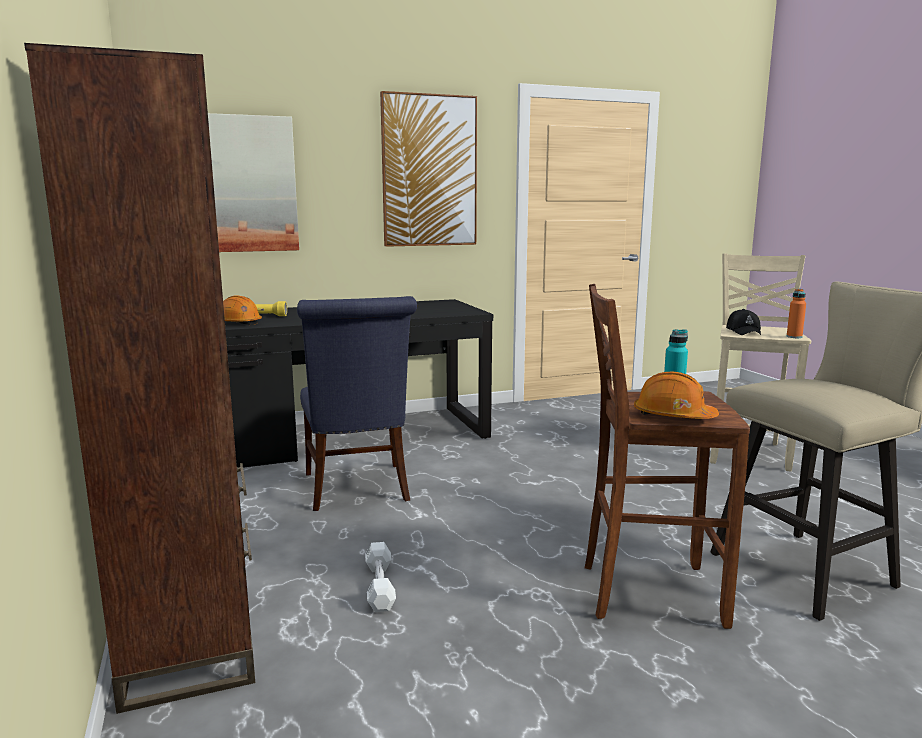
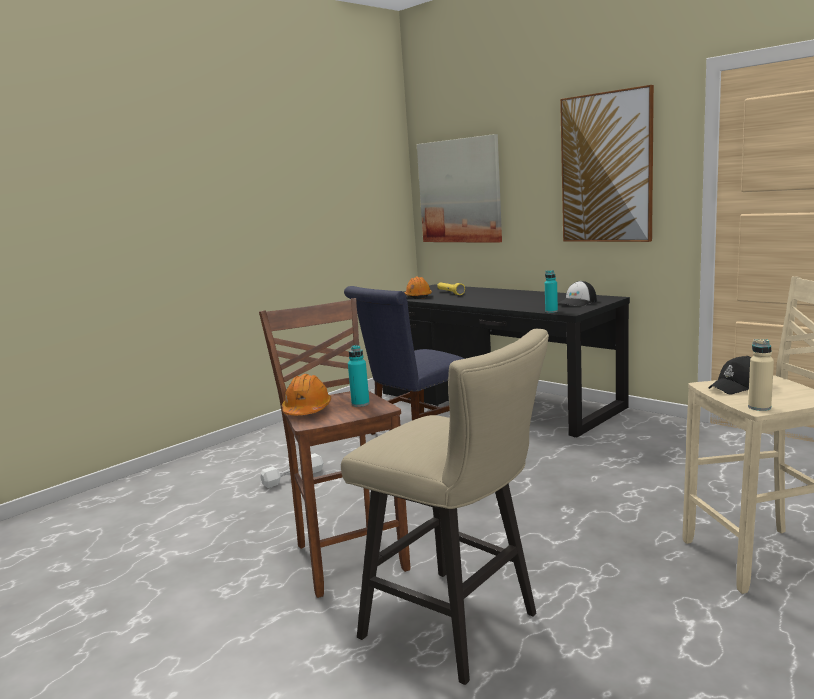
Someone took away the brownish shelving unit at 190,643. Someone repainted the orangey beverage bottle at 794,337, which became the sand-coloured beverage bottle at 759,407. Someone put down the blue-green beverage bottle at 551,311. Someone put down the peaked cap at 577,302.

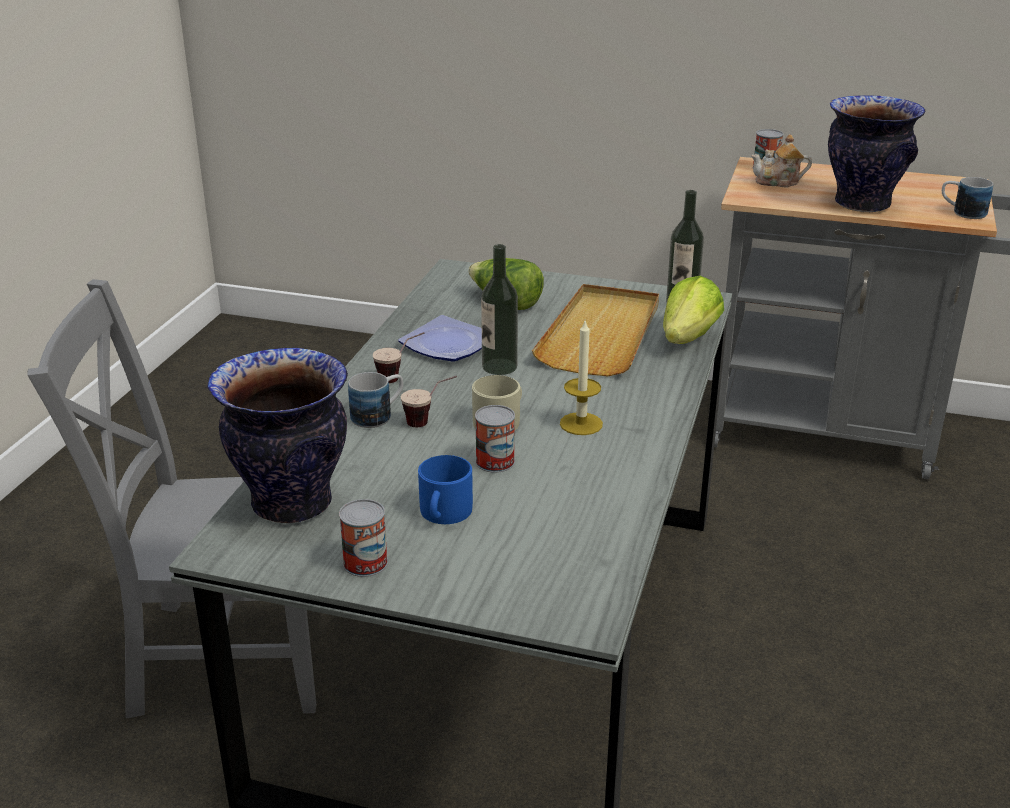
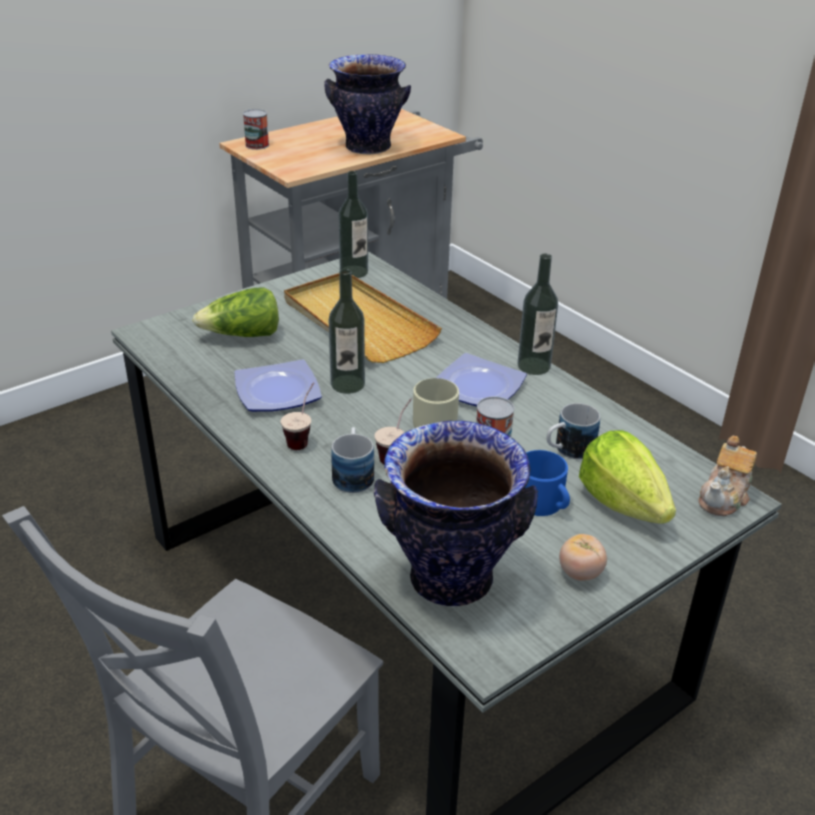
Someone carried the tea pot from 778,182 to 724,497. Someone carried the tea mug from 962,212 to 567,450. Someone carried the lettuce head from 688,338 to 622,503. Someone swapped the candle at 581,424 for the plate at 478,388. Someone swapped the metal can at 365,563 for the tomato at 580,573. Someone put down the beverage bottle at 533,366.

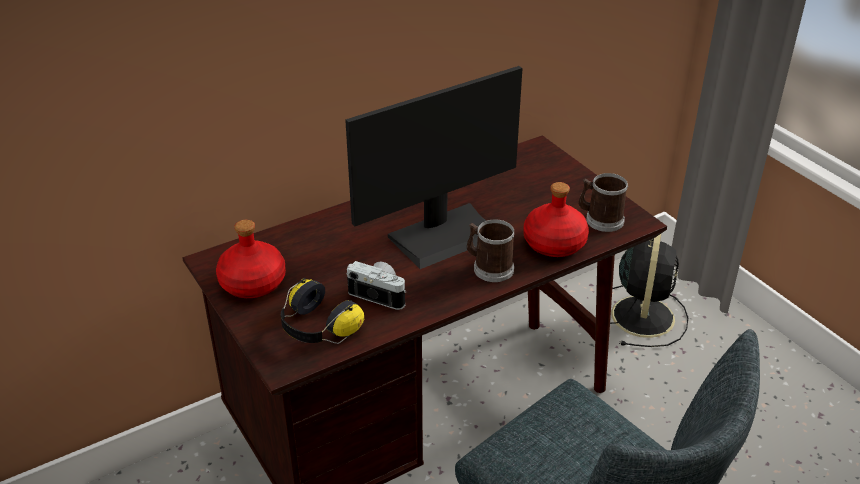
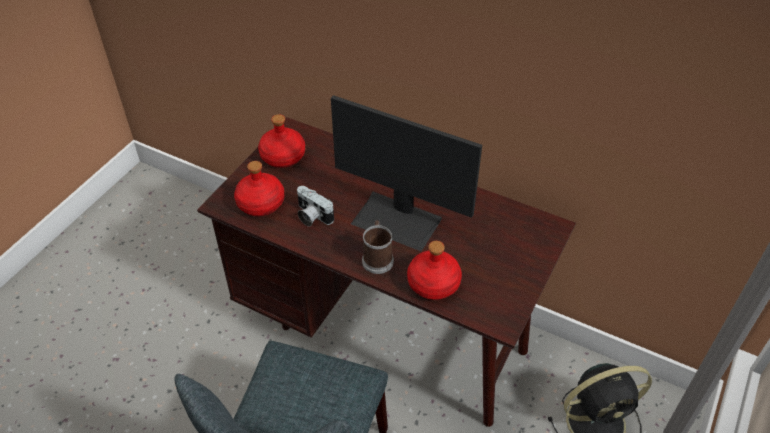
Someone took away the tea mug at 600,219. Someone rotated the photo camera at 380,294 by 135 degrees clockwise. Someone swapped the pair of headphones at 317,328 for the red beverage bottle at 260,203.

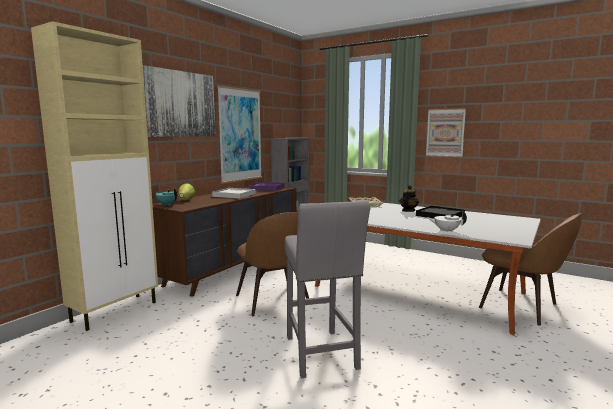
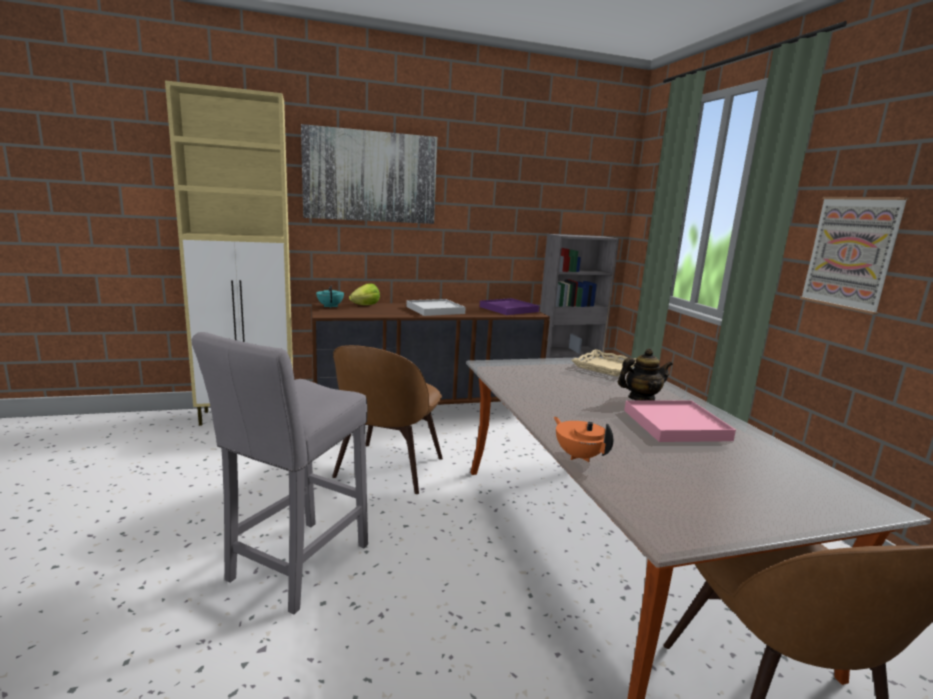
Someone took away the wall art at 240,135. Someone repainted the black-coloured tray at 440,215, which became the pinkish tray at 676,425. Someone repainted the white tea pot at 446,231, which became the orangey tea pot at 579,456.

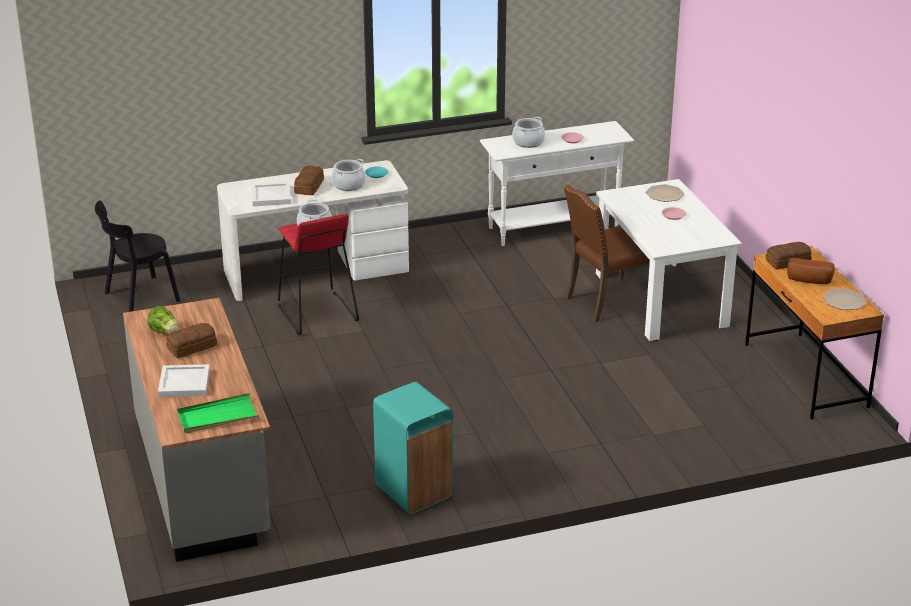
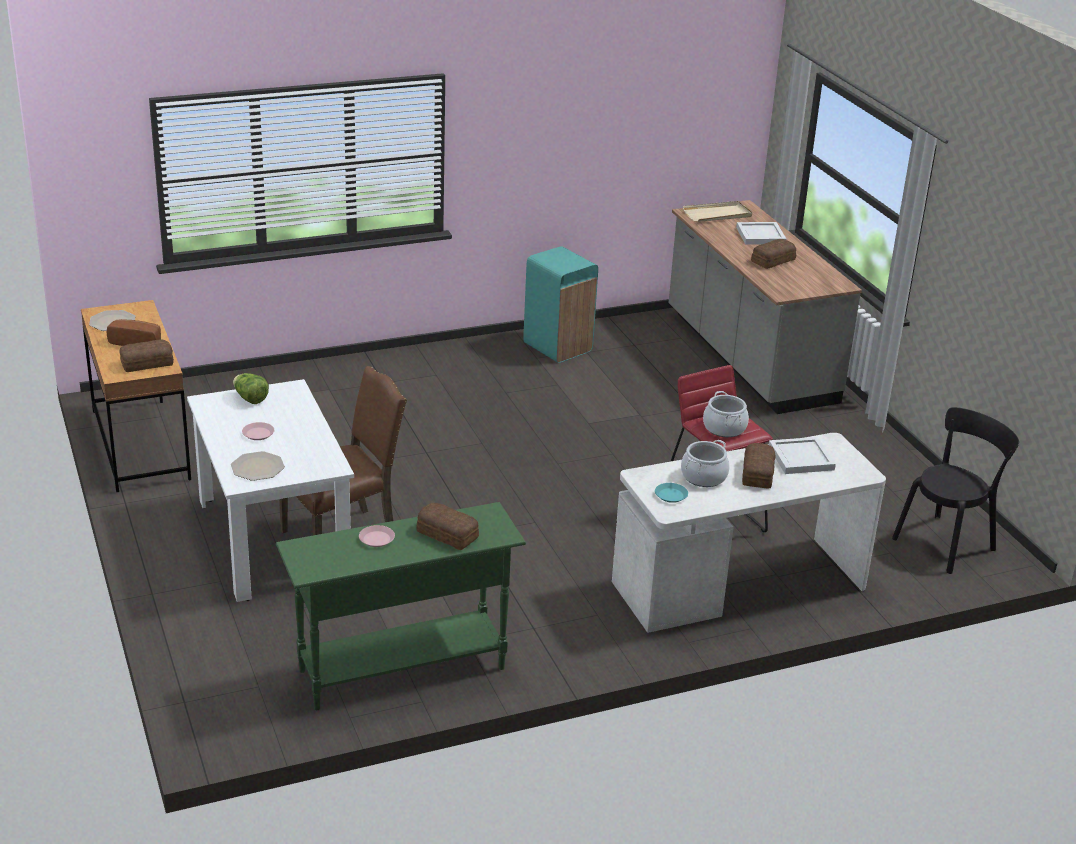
Someone swapped the stockpot at 528,142 for the baked bread at 447,533. Someone repainted the white console table at 554,228, which became the greenish console table at 401,669. Someone carried the lettuce head from 165,332 to 250,399. Someone repainted the greenish tray at 217,416, which became the sand-coloured tray at 717,214.

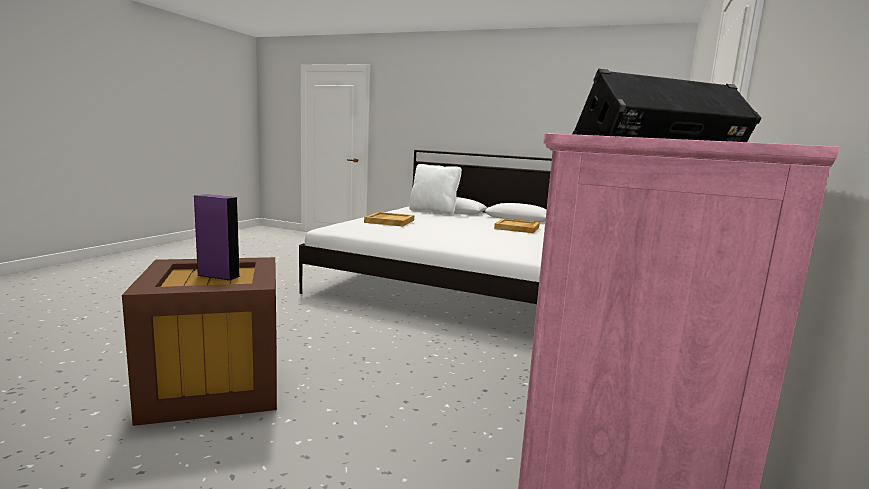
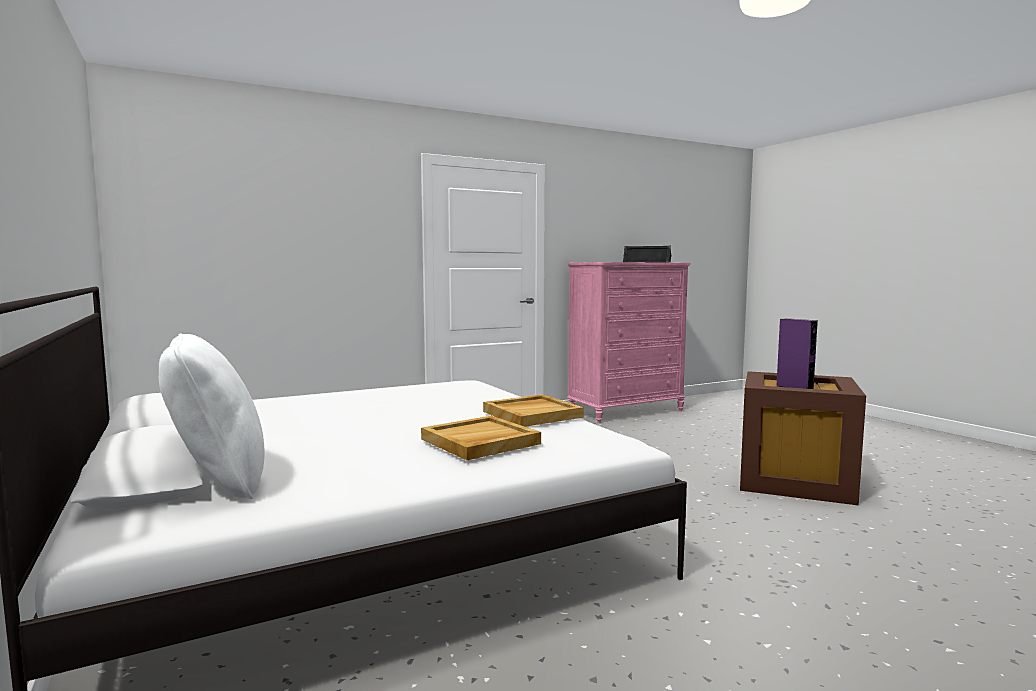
Someone carried the sand-coloured tray from 517,228 to 532,414.

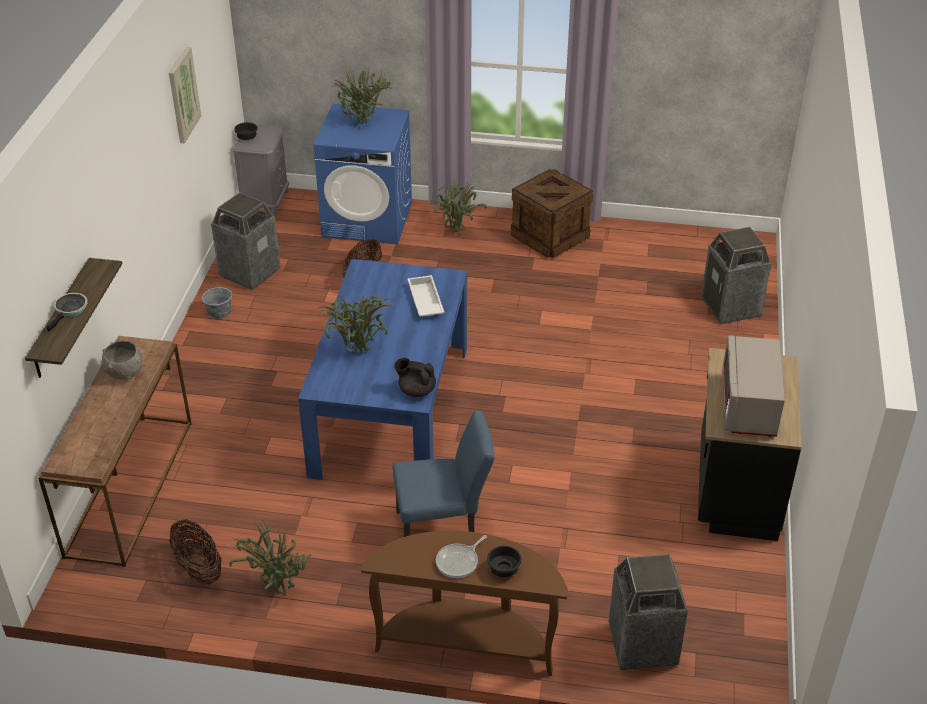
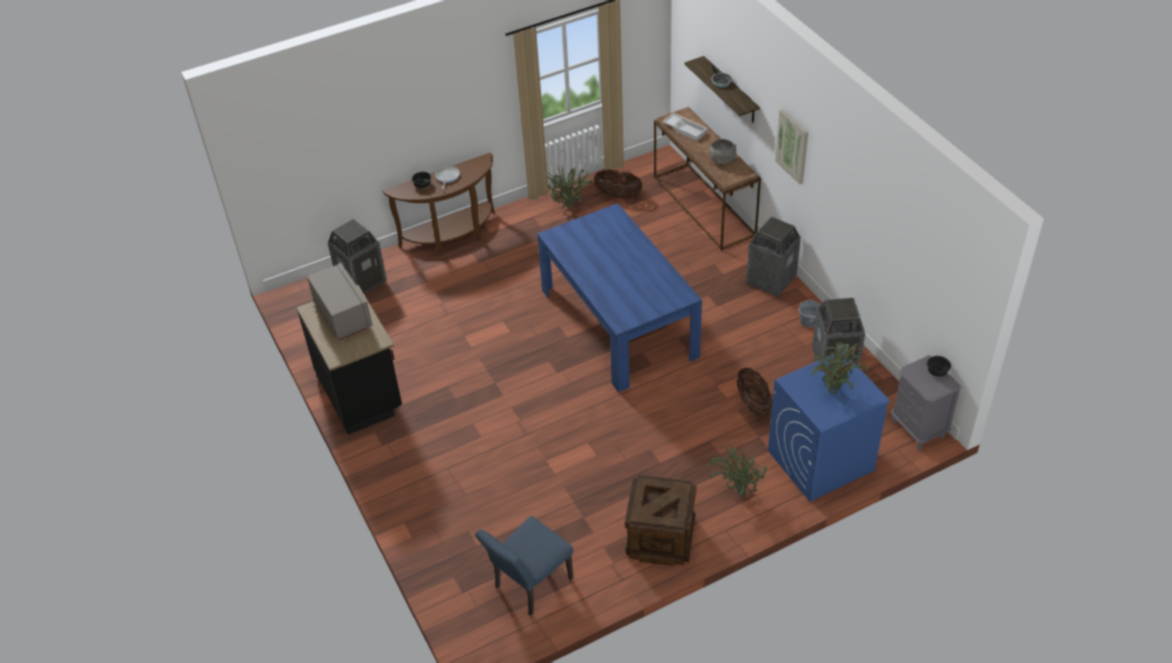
Someone carried the wall art from 183,95 to 792,146. Someone carried the trash can from 731,307 to 770,280. Someone carried the white tray from 424,301 to 685,129. Someone took away the potted plant at 357,352. Someone took away the black-coloured tea pot at 416,390. Someone carried the blue chair from 443,529 to 529,586.

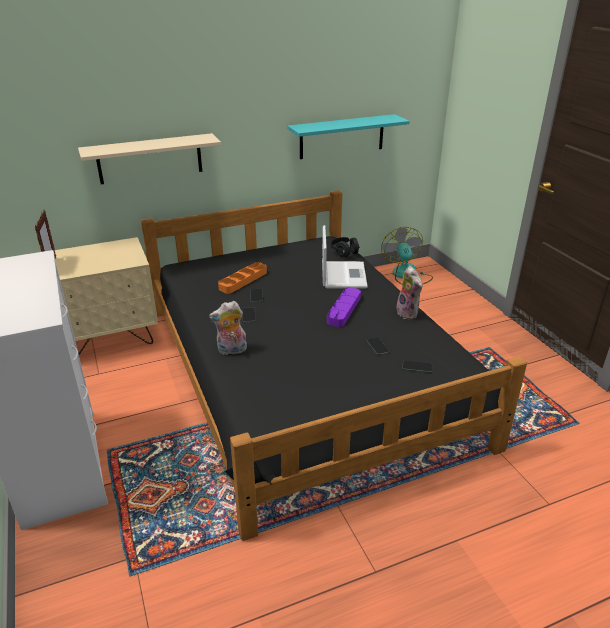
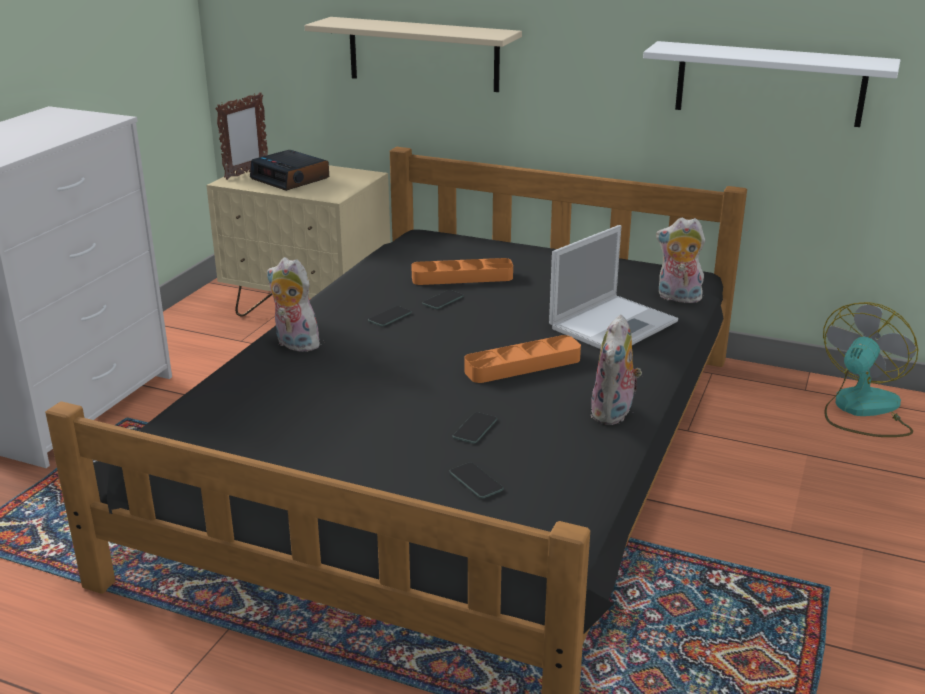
Someone repainted the blue-green wall shelf at 342,136, which became the white wall shelf at 769,84. Someone swapped the black-coloured pair of headphones at 344,252 for the plush toy at 677,298. Someone repainted the purple tray at 344,310, which became the orangey tray at 522,365. Someone put down the alarm clock at 291,178.

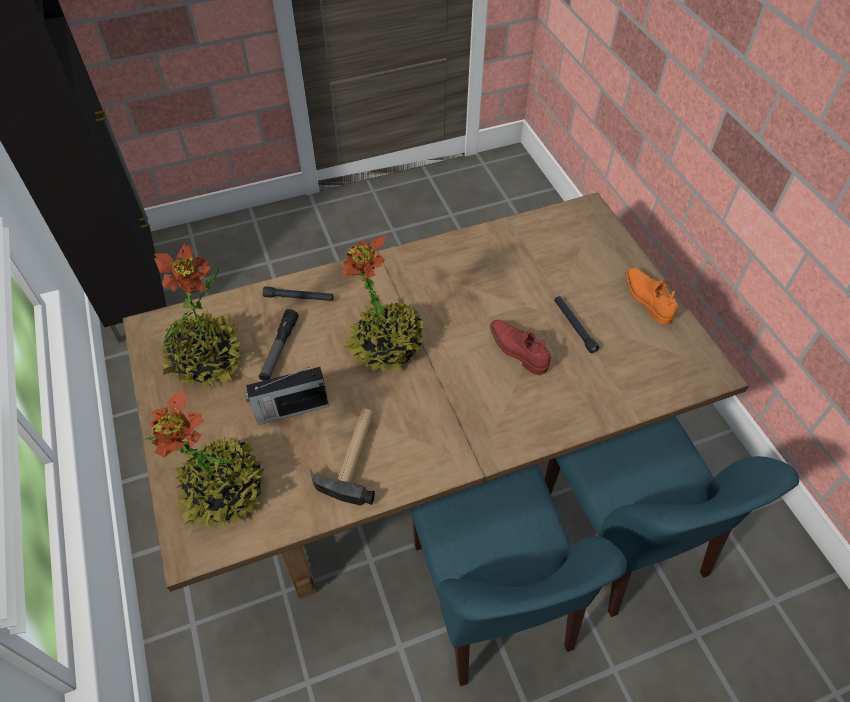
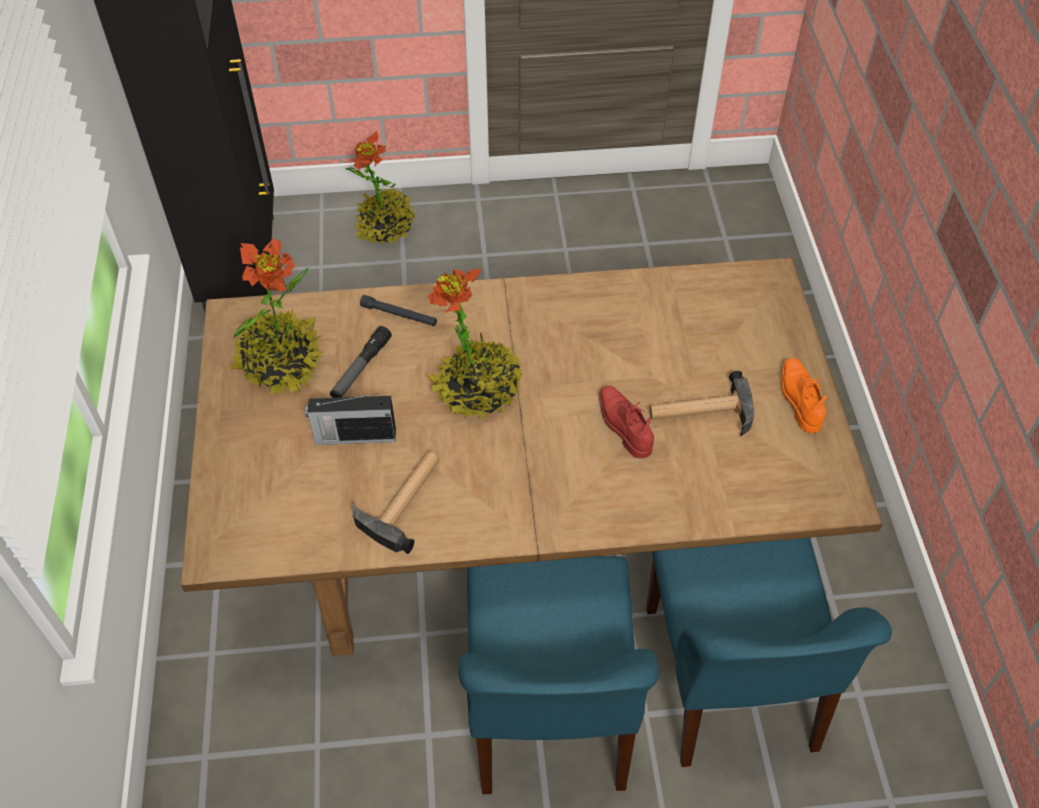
Someone swapped the black-coloured hand torch at 574,326 for the hand hammer at 700,412. Someone carried the potted plant from 224,491 to 385,227.

